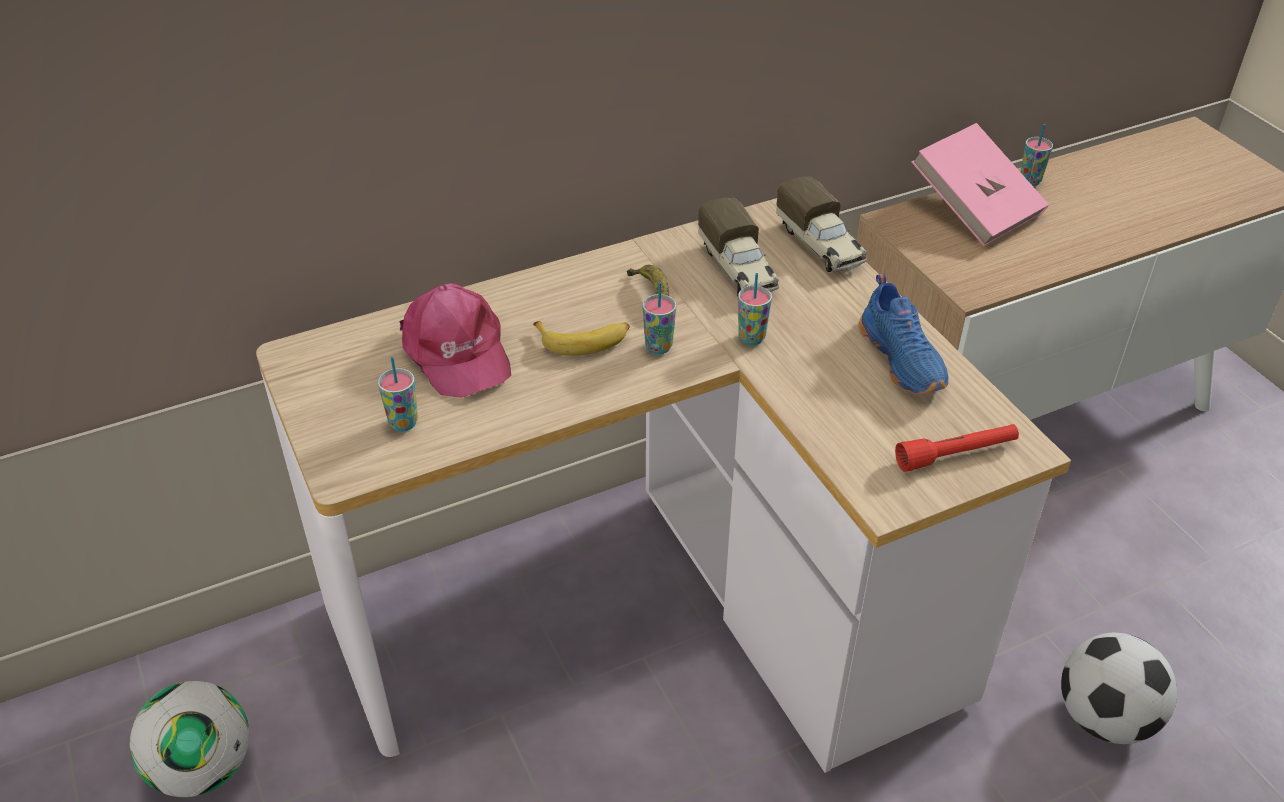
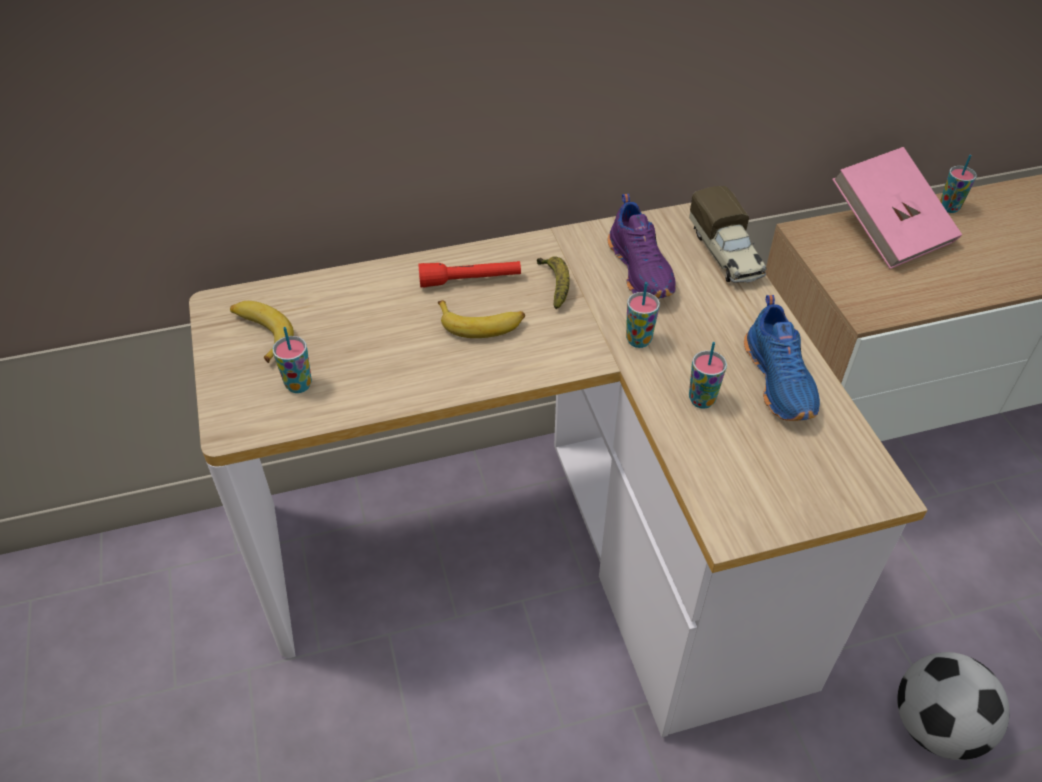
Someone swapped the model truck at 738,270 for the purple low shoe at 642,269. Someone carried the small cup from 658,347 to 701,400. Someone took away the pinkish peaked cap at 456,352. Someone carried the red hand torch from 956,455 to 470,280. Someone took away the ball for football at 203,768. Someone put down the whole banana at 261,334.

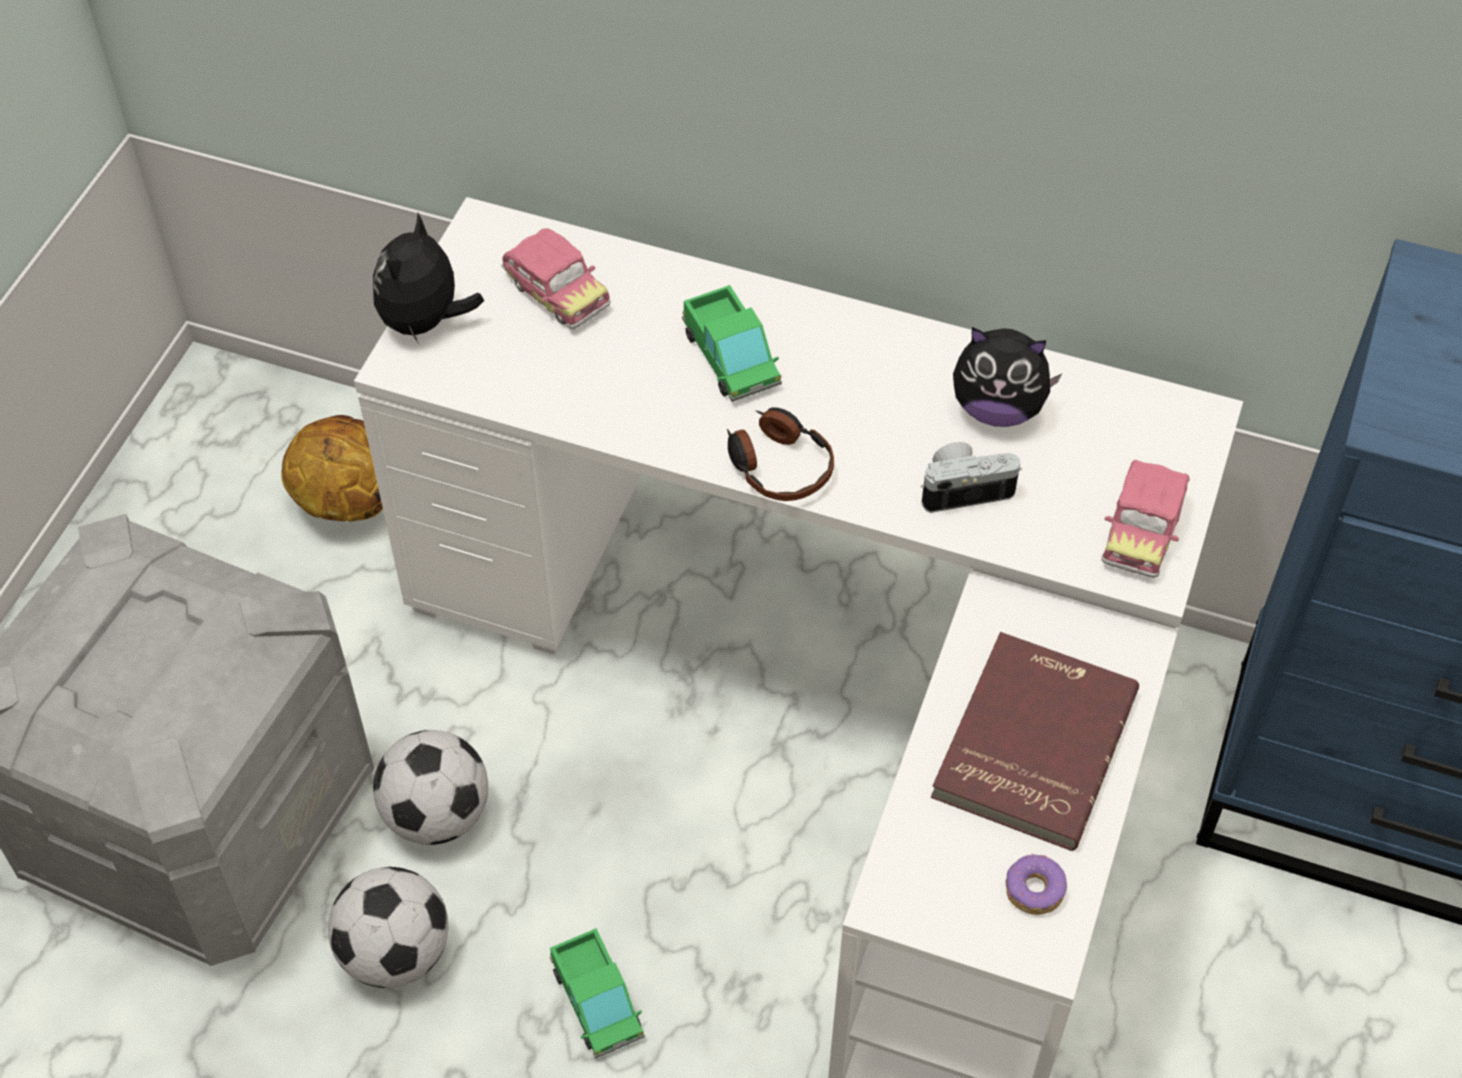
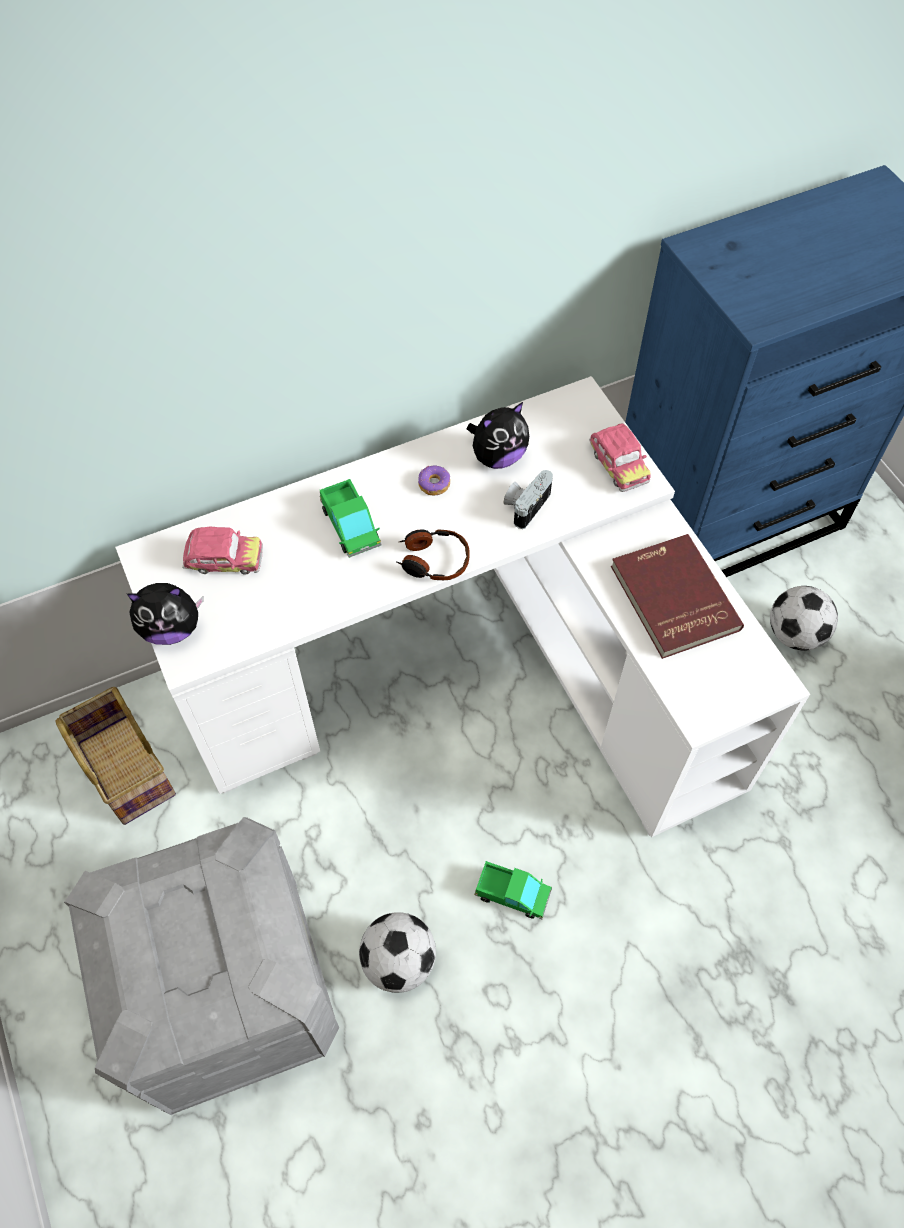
Someone rotated the plush toy at 425,322 by 75 degrees counterclockwise. Someone rotated the model truck at 731,358 by 45 degrees clockwise. Someone swapped the ball for basketball at 346,502 for the household basket at 125,769. Someone carried the ball for football from 437,815 to 794,634. Someone carried the doughnut from 1033,890 to 434,484.

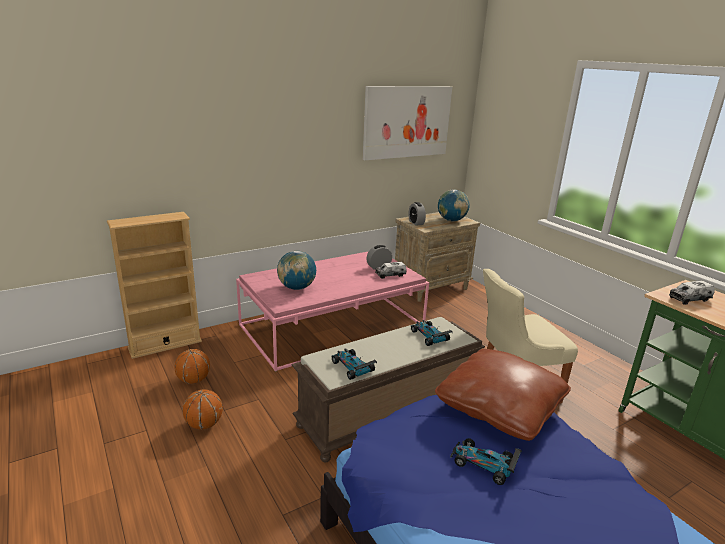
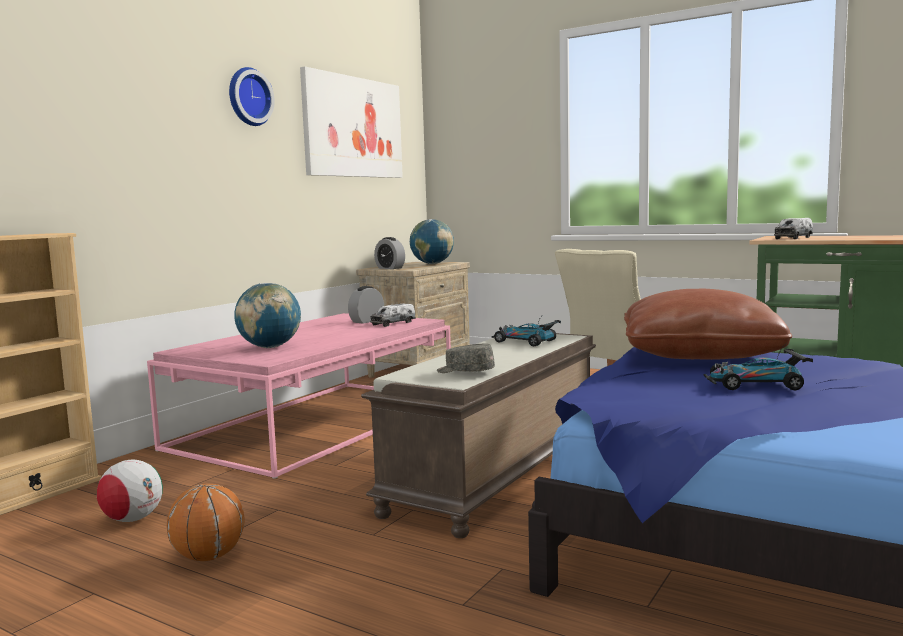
Someone swapped the toy car at 352,367 for the greyish peaked cap at 465,372. Someone swapped the ball for basketball at 194,380 for the ball for football at 133,519. Someone put up the wall clock at 248,97.

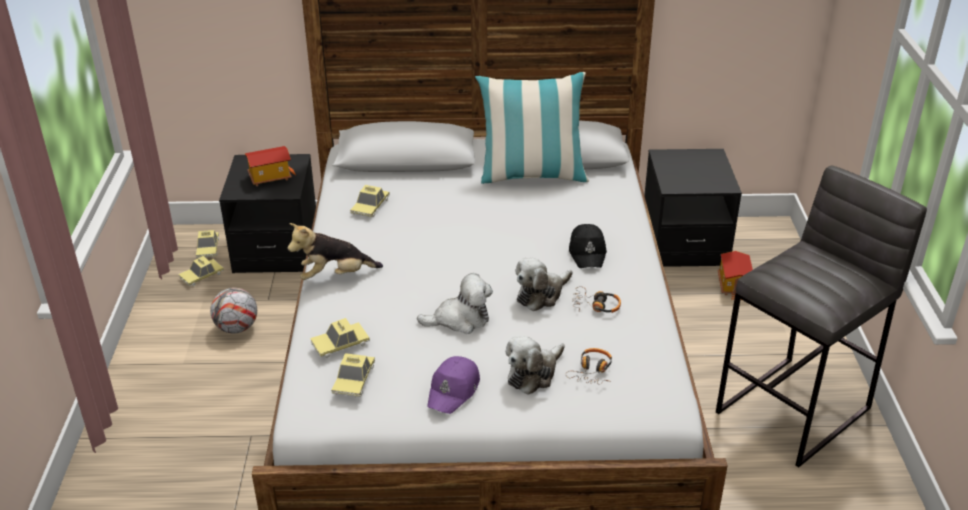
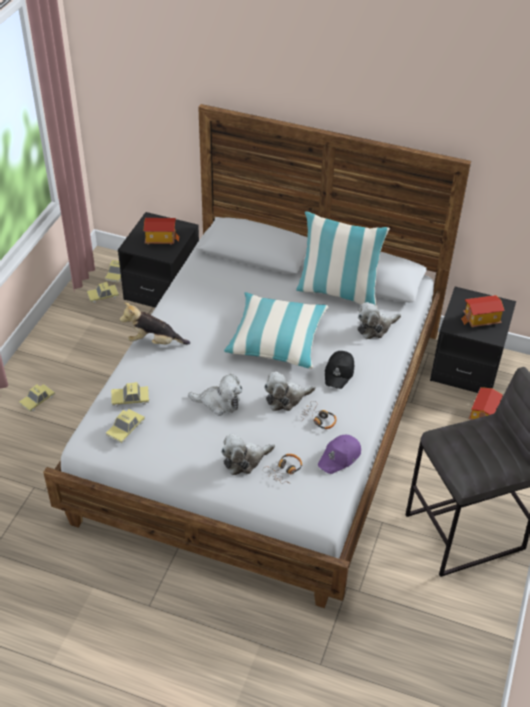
Someone carried the toy car from 370,206 to 37,400. Someone took away the ball for football at 236,328. Someone carried the purple peaked cap from 454,390 to 340,457. Someone put down the pillow at 277,339. Someone put down the model house at 481,320. Someone put down the plush toy at 375,327.

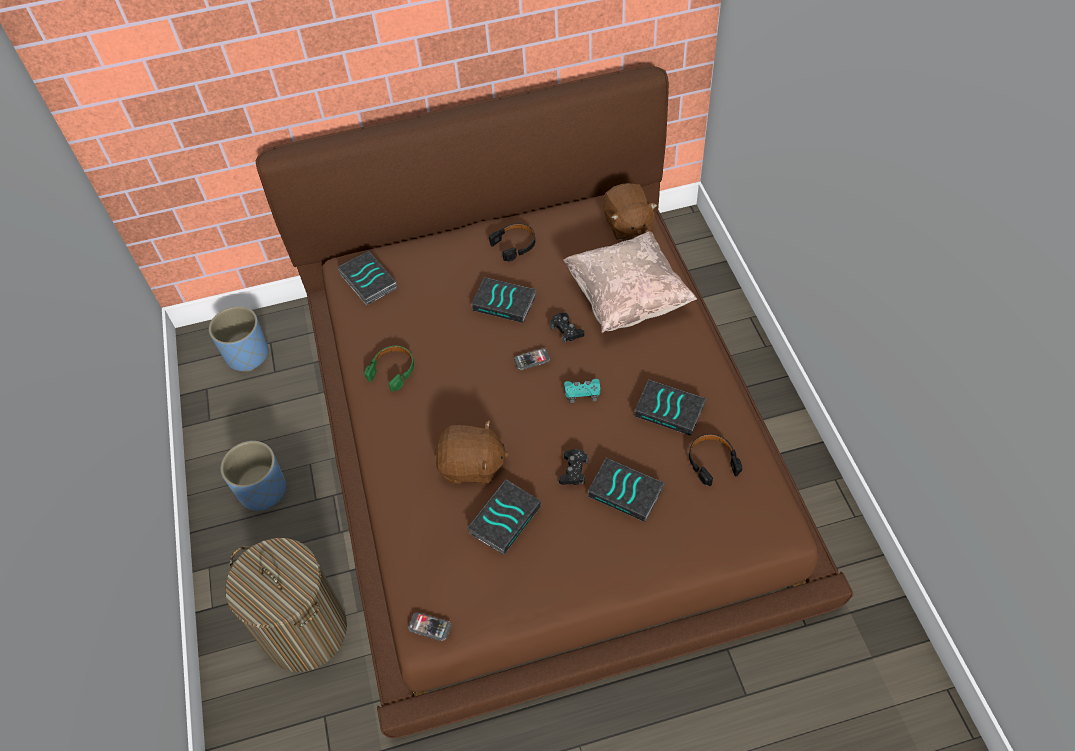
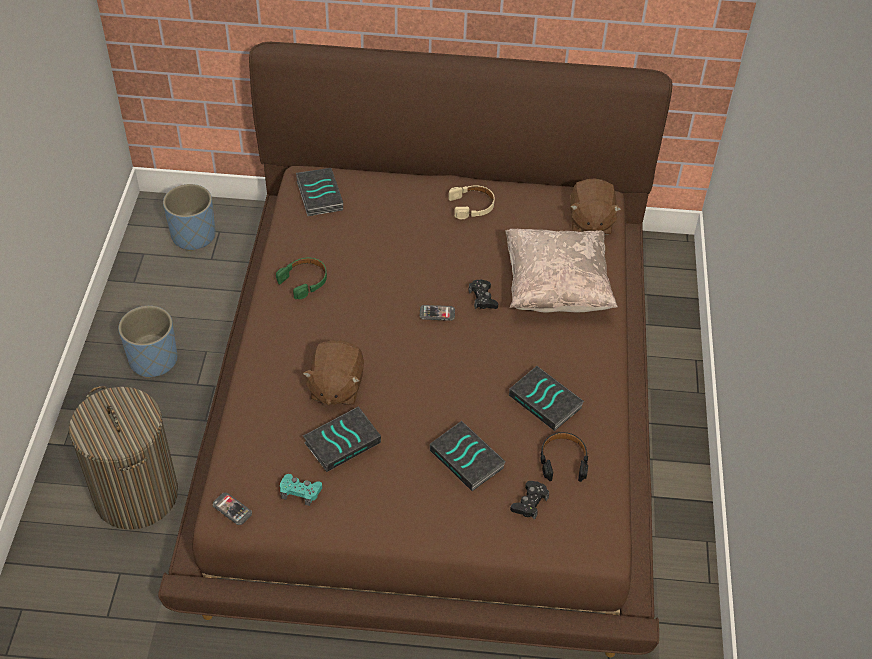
Someone repainted the black-coloured pair of headphones at 514,245, which became the sand-coloured pair of headphones at 472,206. Someone took away the volume at 505,302. Someone carried the blue-green joypad from 582,392 to 300,491. Someone rotated the brownish plush toy at 472,466 by 75 degrees clockwise. Someone carried the black-coloured joypad from 573,470 to 529,503.

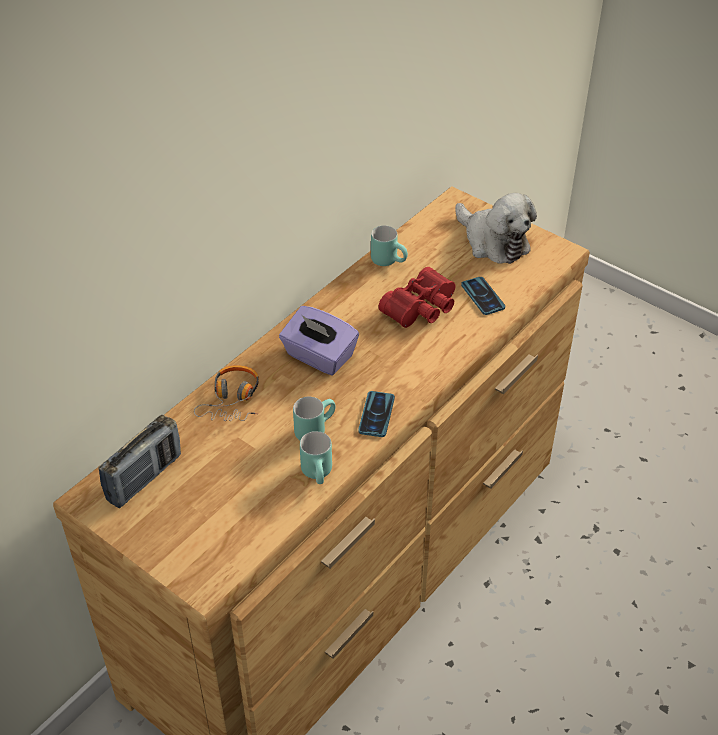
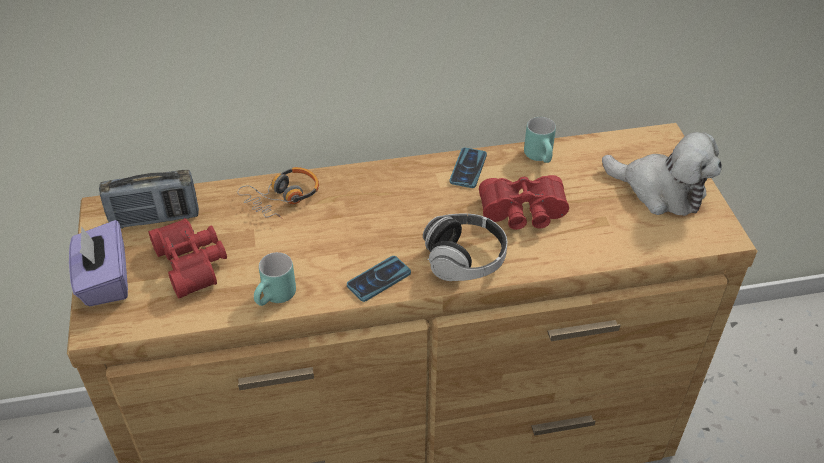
Someone rotated the plush toy at 493,242 by 60 degrees counterclockwise. Someone carried the telephone from 482,296 to 468,168. Someone carried the purple tissue holder from 319,357 to 105,281. Someone took away the blue-green tea mug at 314,428. Someone put down the pair of headphones at 464,260. Someone put down the red binoculars at 194,263.

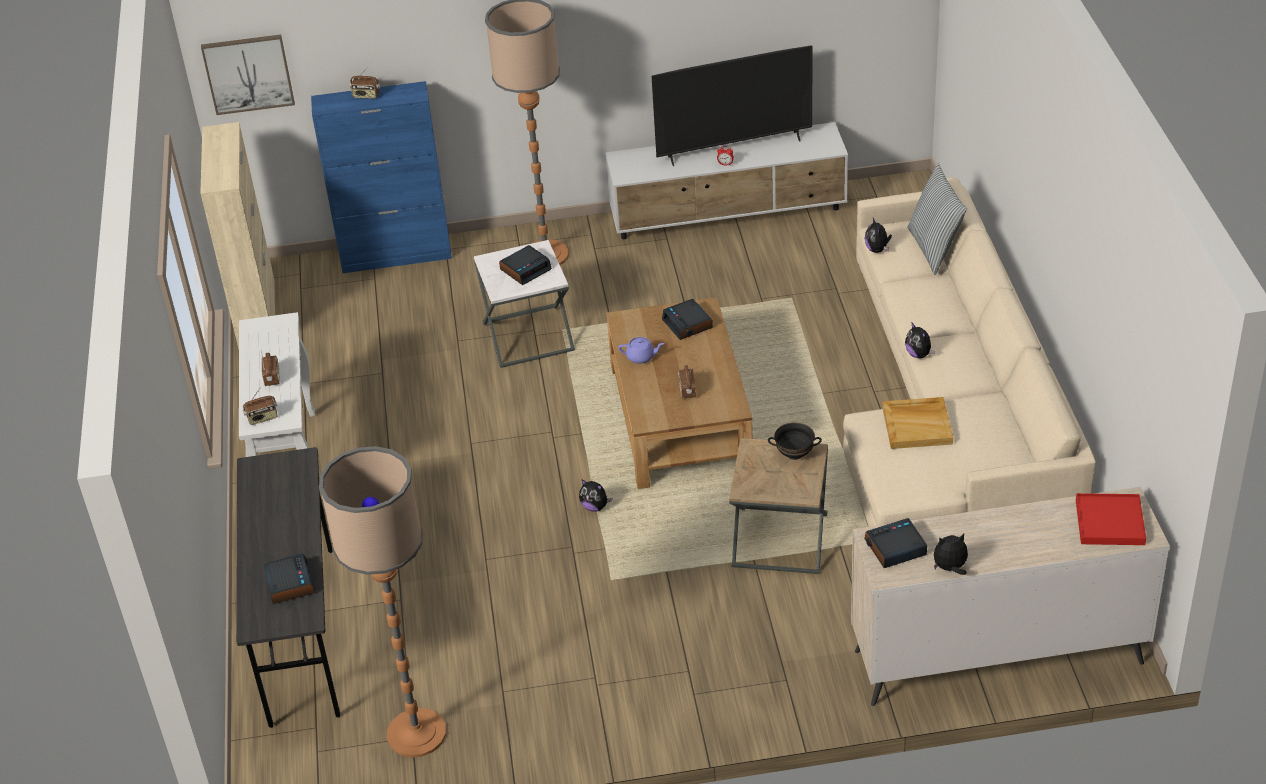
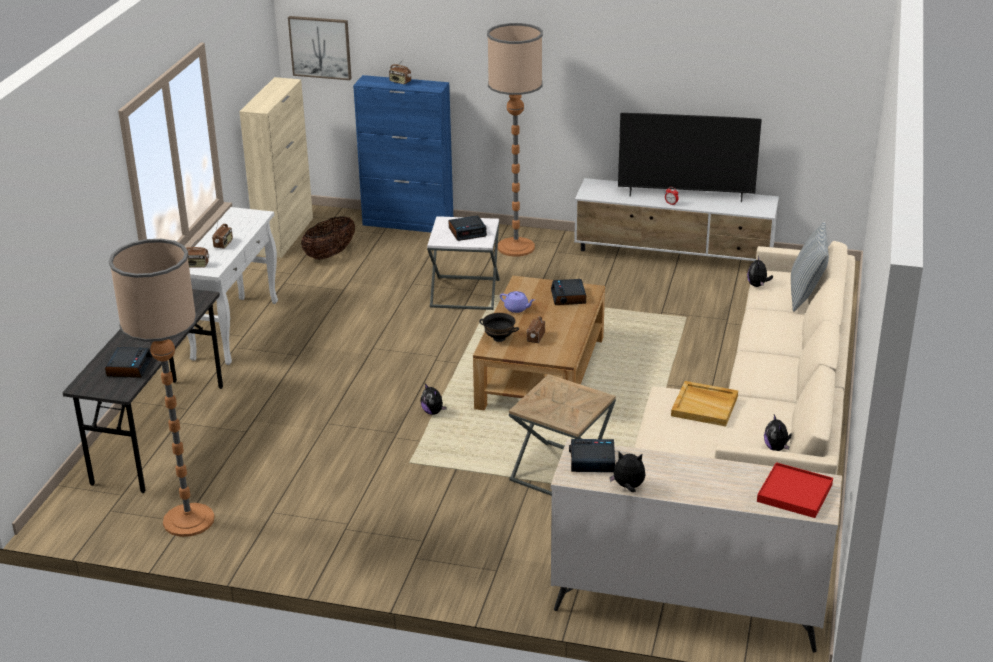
Someone carried the plush toy from 919,354 to 776,448. Someone carried the black-coloured bowl from 794,455 to 499,338. Someone put down the household basket at 330,254.

